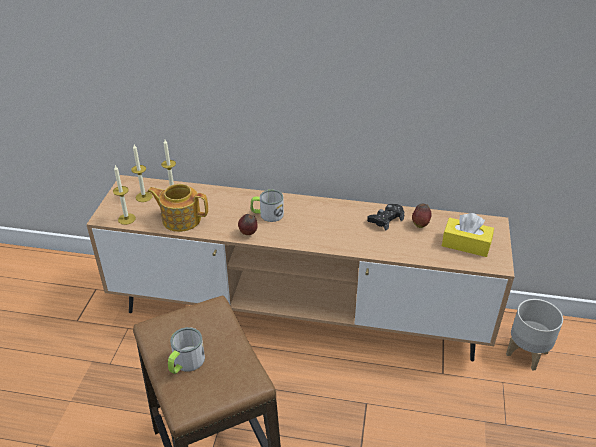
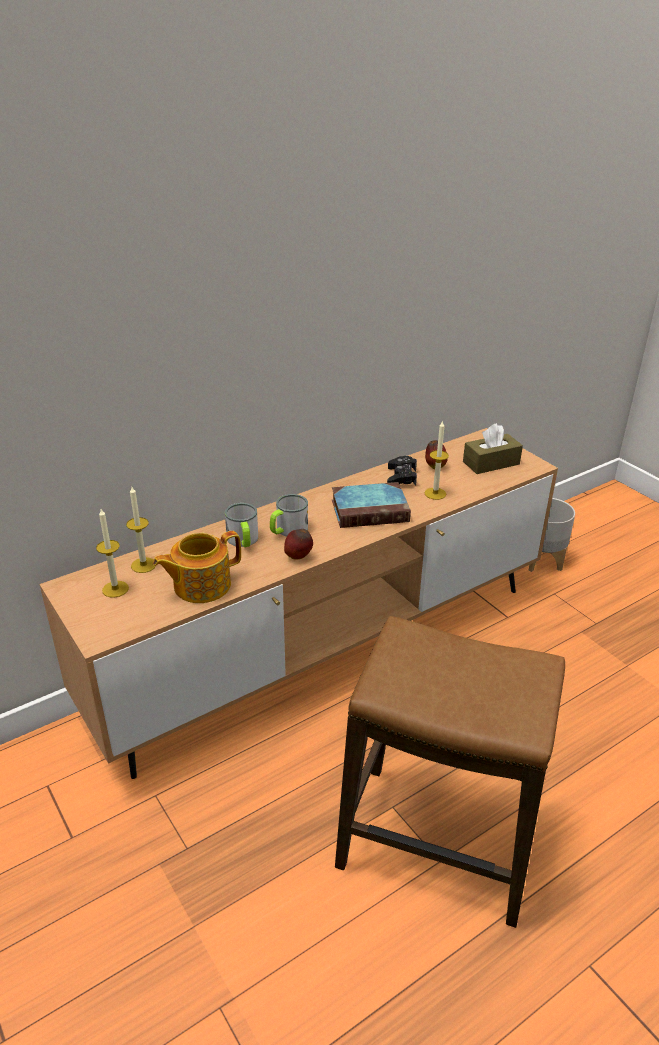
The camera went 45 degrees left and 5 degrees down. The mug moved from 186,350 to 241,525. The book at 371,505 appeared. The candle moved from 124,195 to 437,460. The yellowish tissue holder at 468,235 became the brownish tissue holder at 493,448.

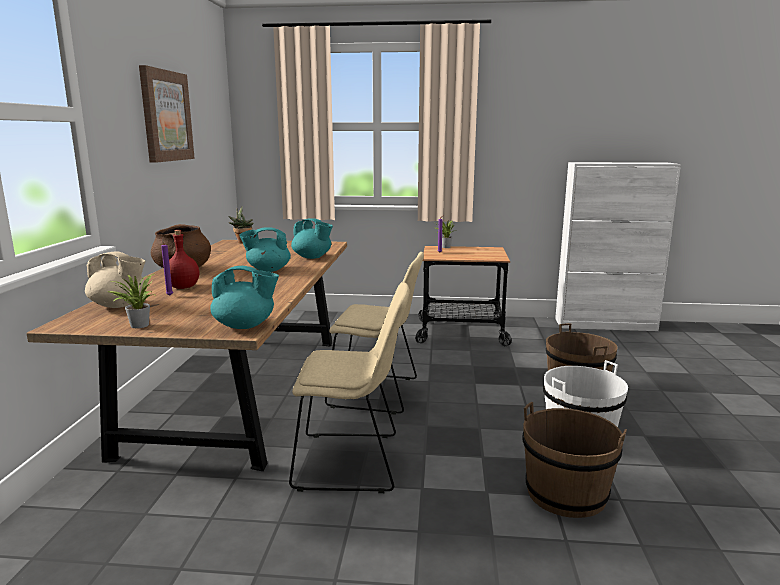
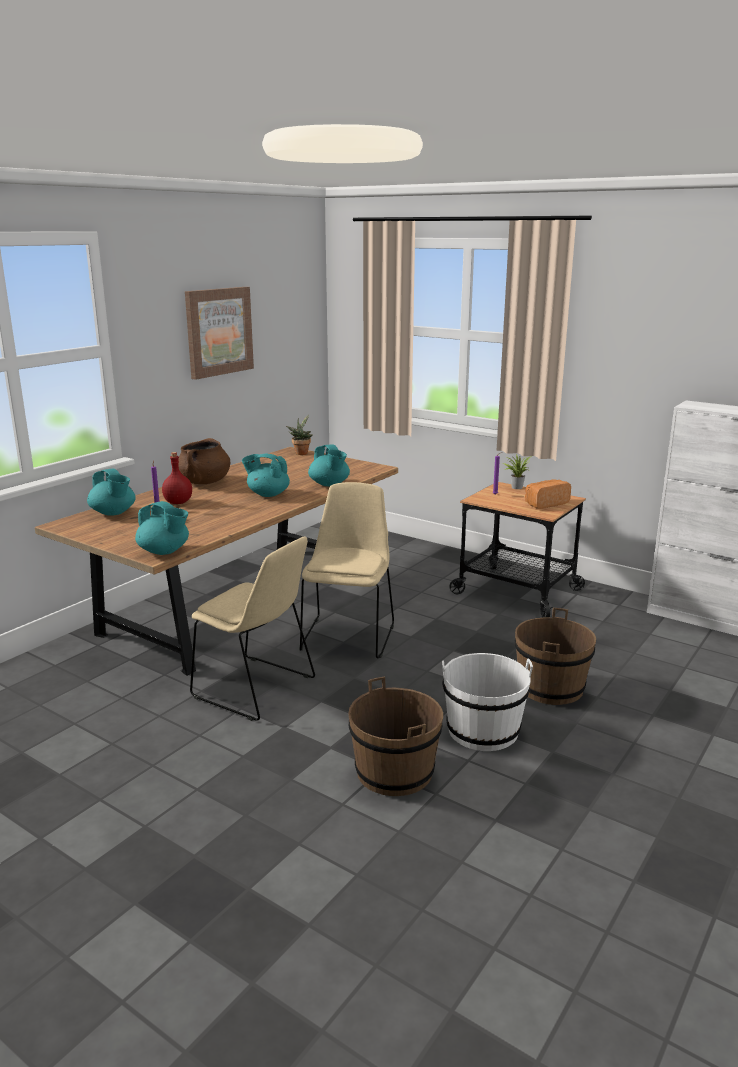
The camera went 30 degrees right and 5 degrees up. The beige-coloured tea pot at 115,279 became the turquoise tea pot at 111,492. The beige-coloured upright chair at 374,333 turned 120 degrees counterclockwise. The baked bread at 548,494 appeared. The potted plant at 131,301 disappeared.

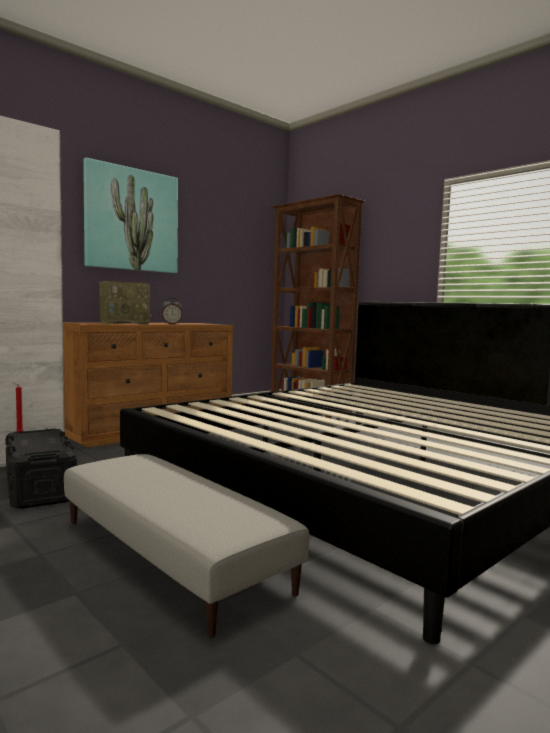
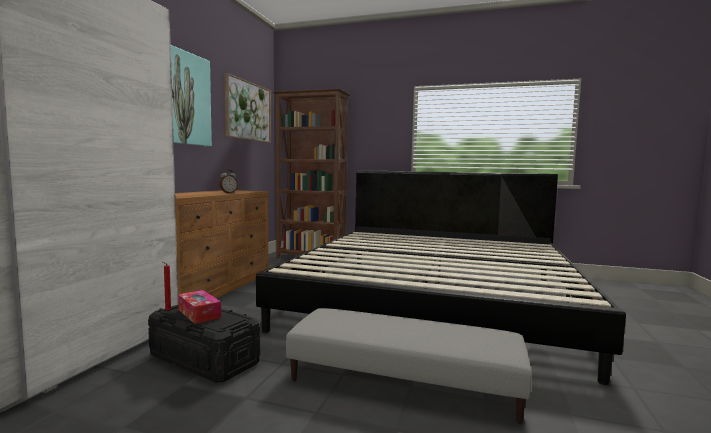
The camera went 30 degrees left and 0 degrees up. The tissue holder at 199,307 appeared. The picture at 248,108 appeared. The radio at 125,302 disappeared.

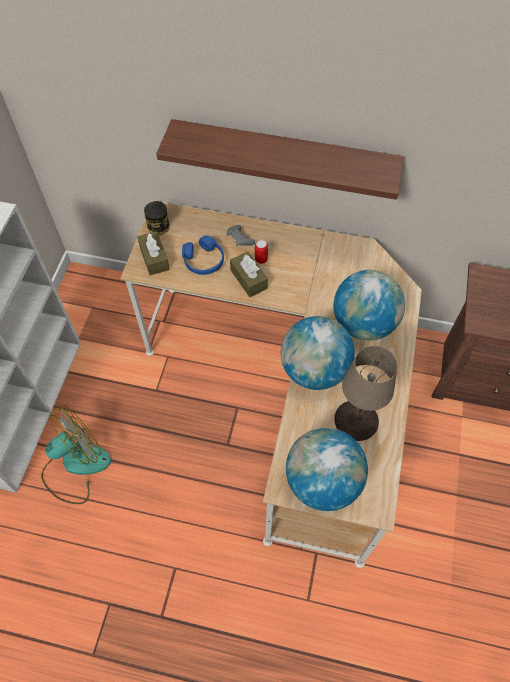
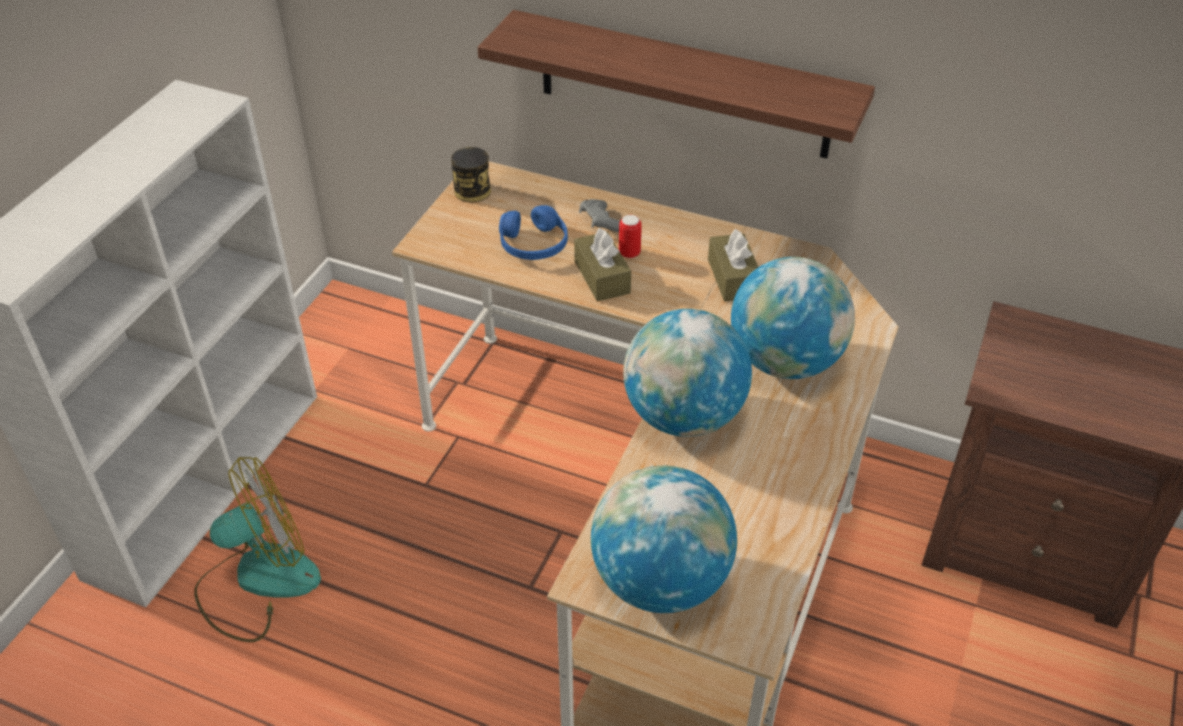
The camera went 10 degrees right and 15 degrees down. The brownish tissue holder moved from 153,253 to 733,265. The beige-coloured lamp for a table at 365,393 disappeared.

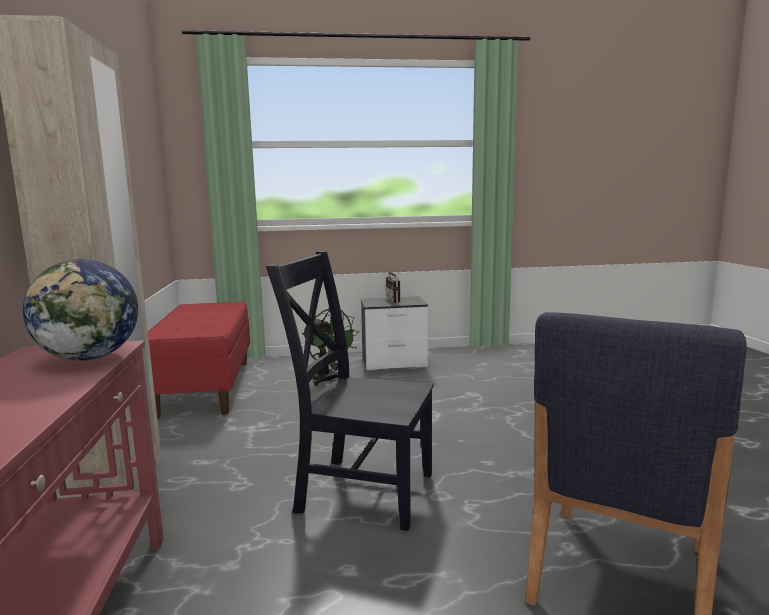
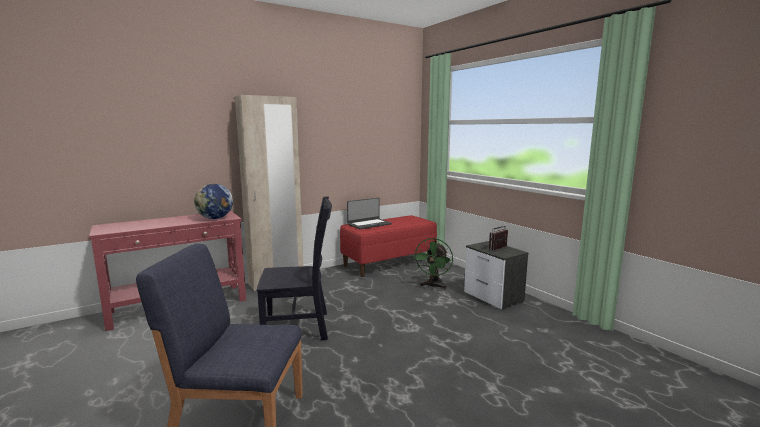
The camera went 65 degrees right and 0 degrees up. The black-coloured upright chair at 350,391 turned 90 degrees clockwise. The laptop at 369,213 appeared.

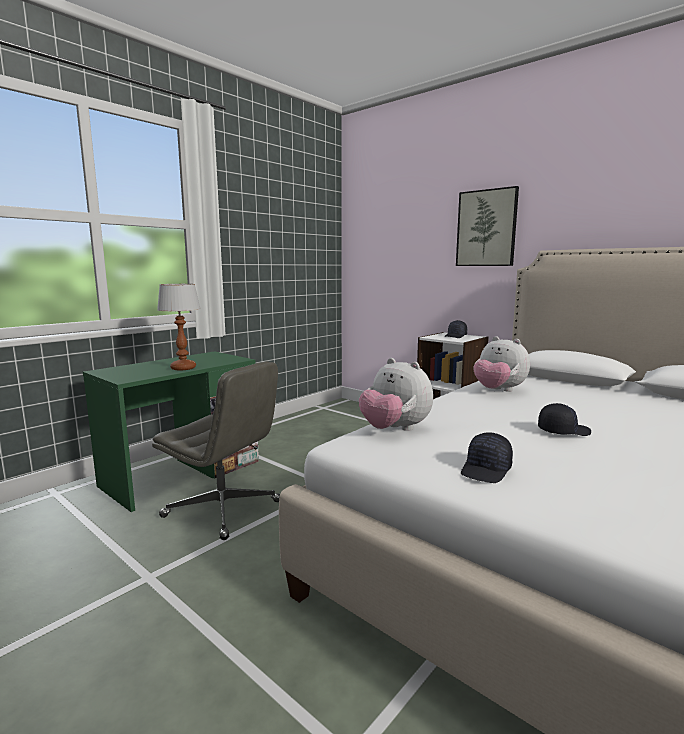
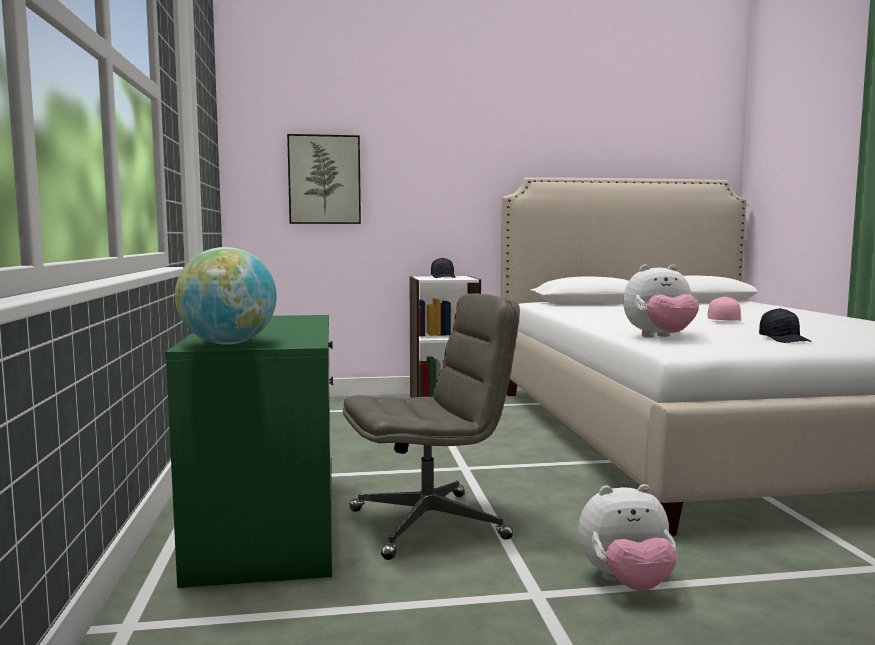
The camera went 50 degrees left and 5 degrees down. The desk globe at 226,296 appeared. The picture moved from 487,226 to 324,179. The plush toy moved from 501,364 to 627,537. The black-coloured peaked cap at 564,419 became the pink-coloured peaked cap at 724,308. The lamp for a table at 179,327 disappeared.

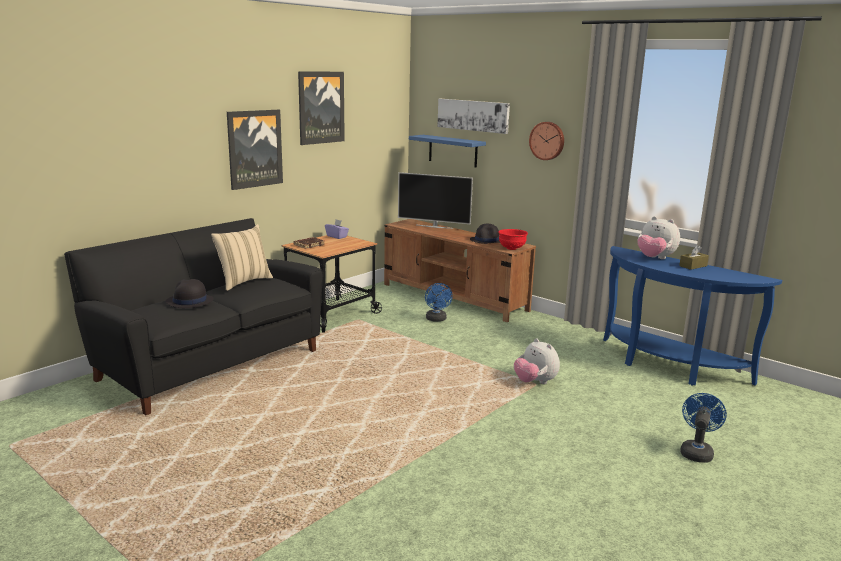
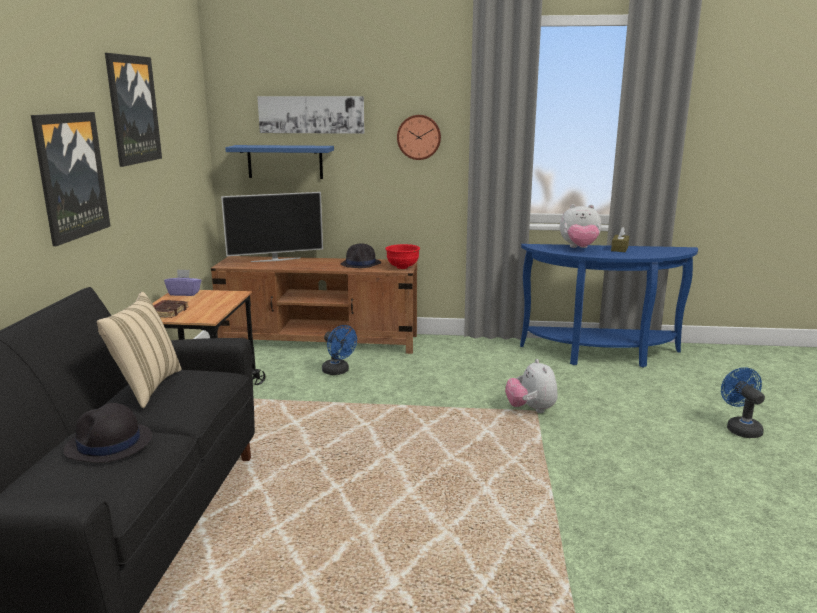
The camera went 35 degrees left and 0 degrees up. The plush toy at 537,361 turned 60 degrees clockwise.

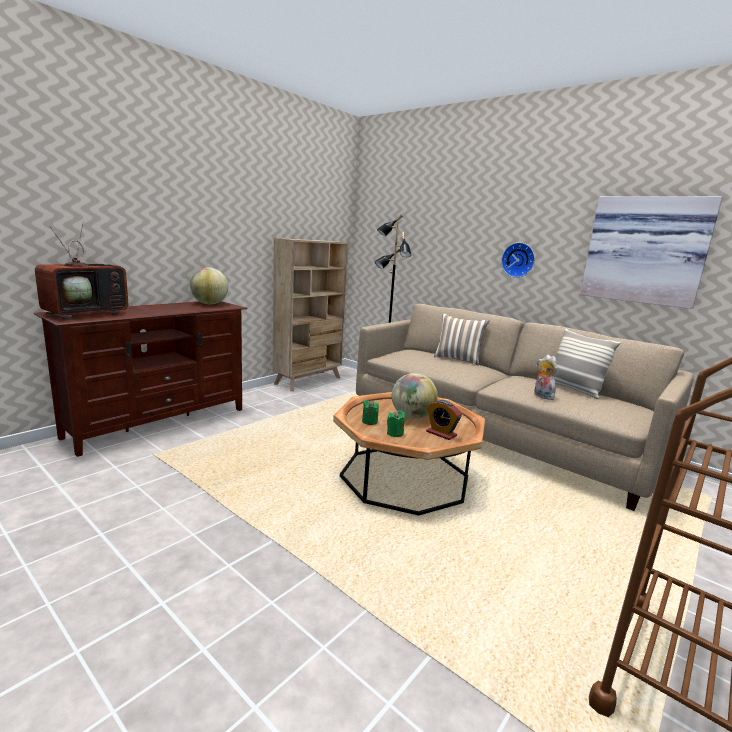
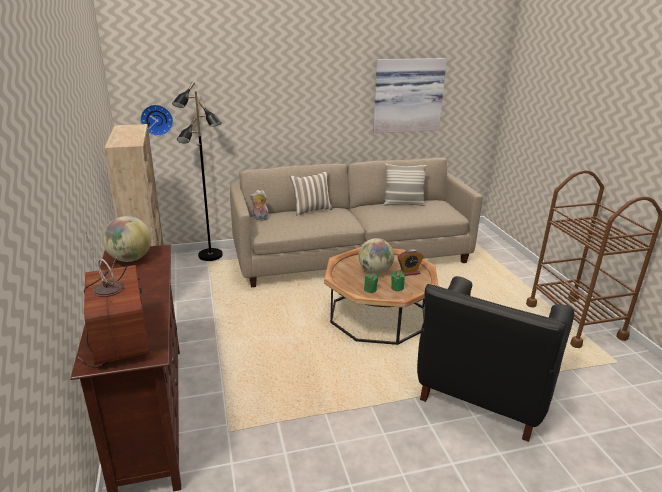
The camera went 55 degrees left and 10 degrees up. The wall clock moved from 518,260 to 156,120. The plush toy moved from 545,377 to 260,205. The black-coloured armchair at 495,359 appeared.

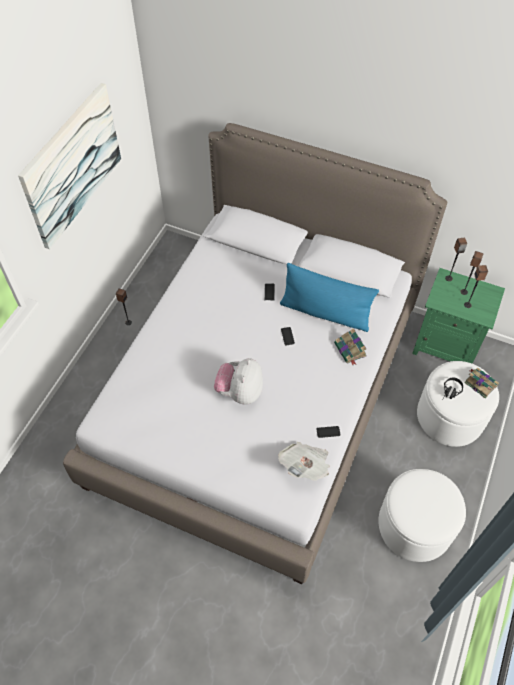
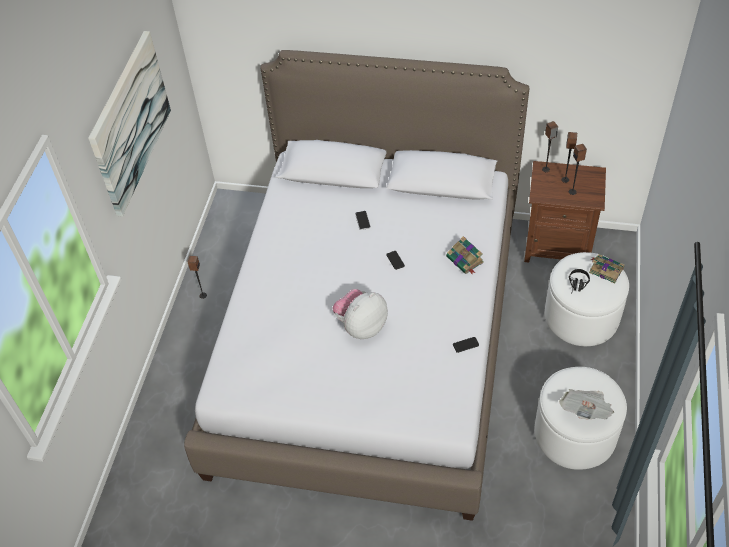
The camera went 10 degrees left and 5 degrees down. The plush toy at 238,381 turned 45 degrees clockwise. The greenish bedside table at 458,316 became the brownish bedside table at 565,212. The newspaper moved from 304,461 to 586,404. The blue cushion at 329,297 disappeared.

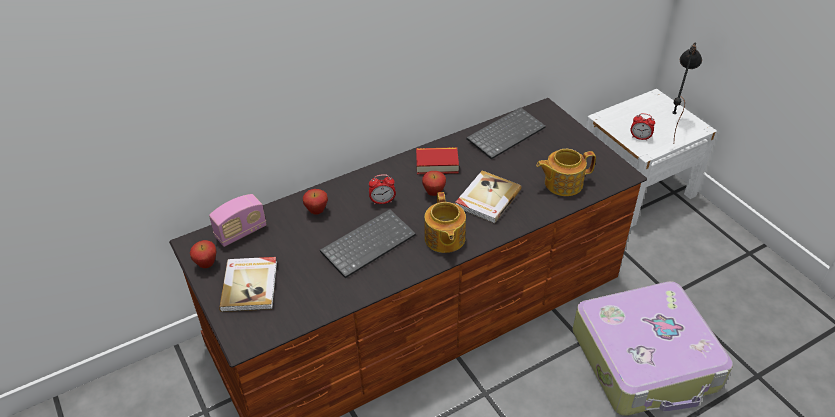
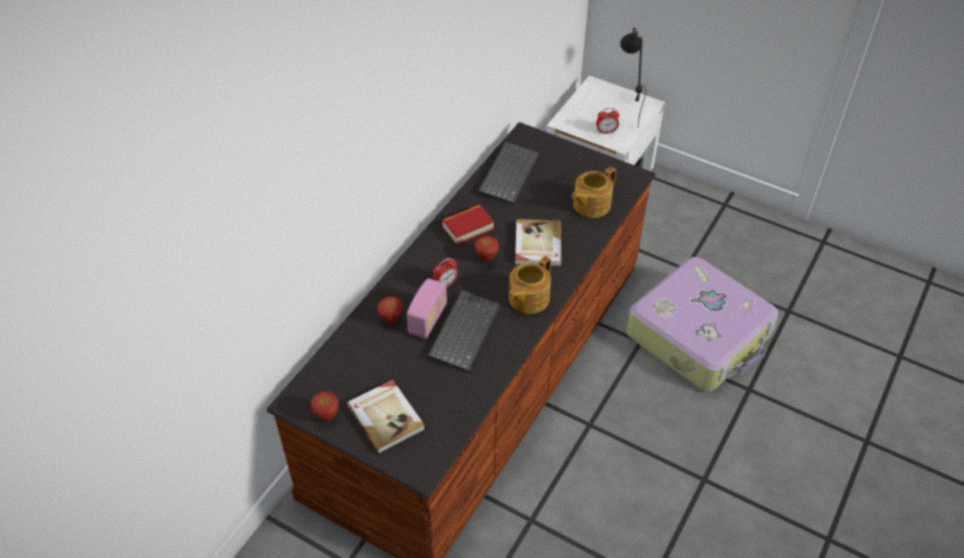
The camera went 30 degrees left and 5 degrees up. The radio moved from 238,220 to 427,308. The tea pot at 445,222 turned 75 degrees clockwise.

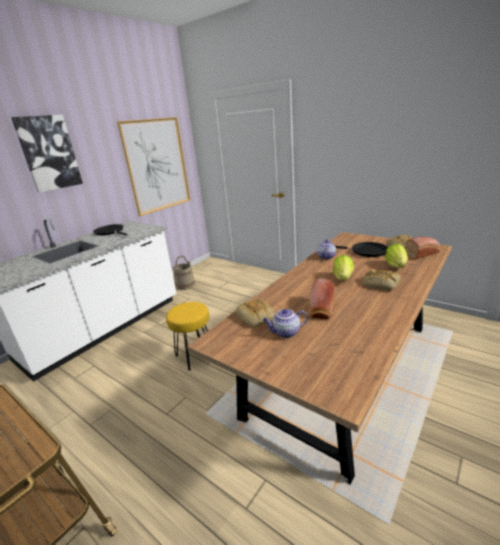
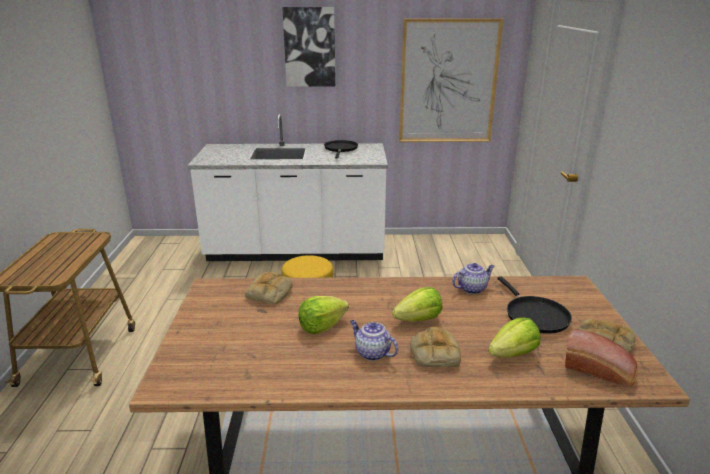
The camera went 50 degrees right and 0 degrees up. The baked bread at 322,298 was replaced by the lettuce at 324,315. The tea pot moved from 285,323 to 374,340. The beige-coloured water bucket at 184,273 disappeared.

